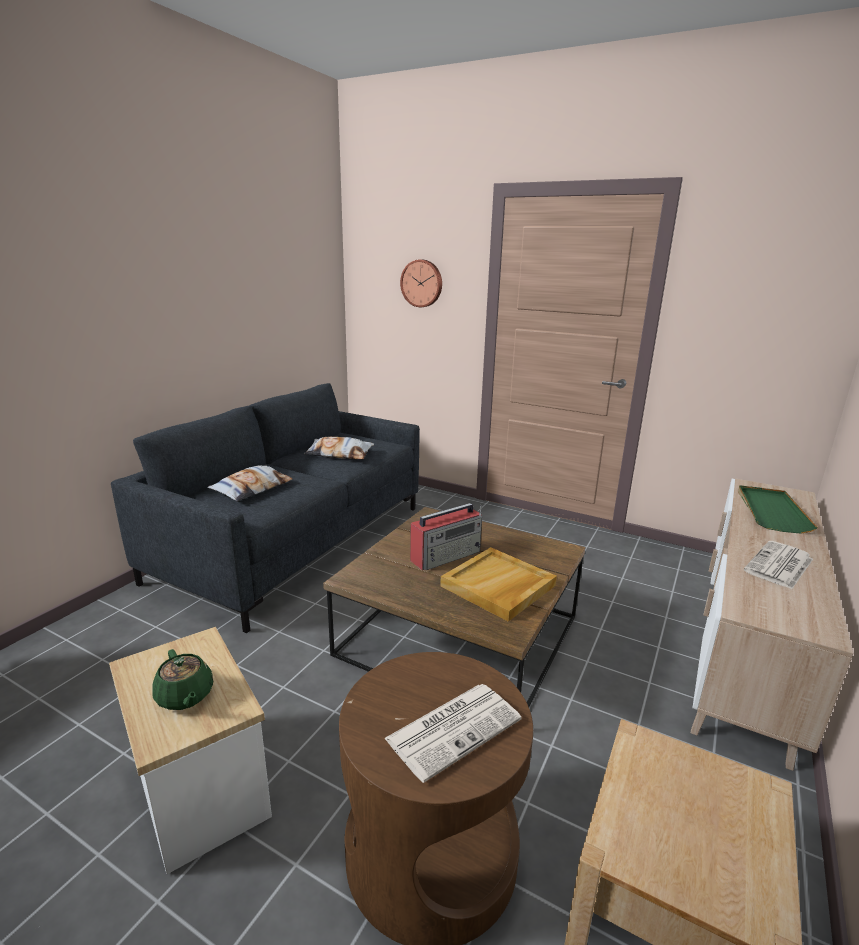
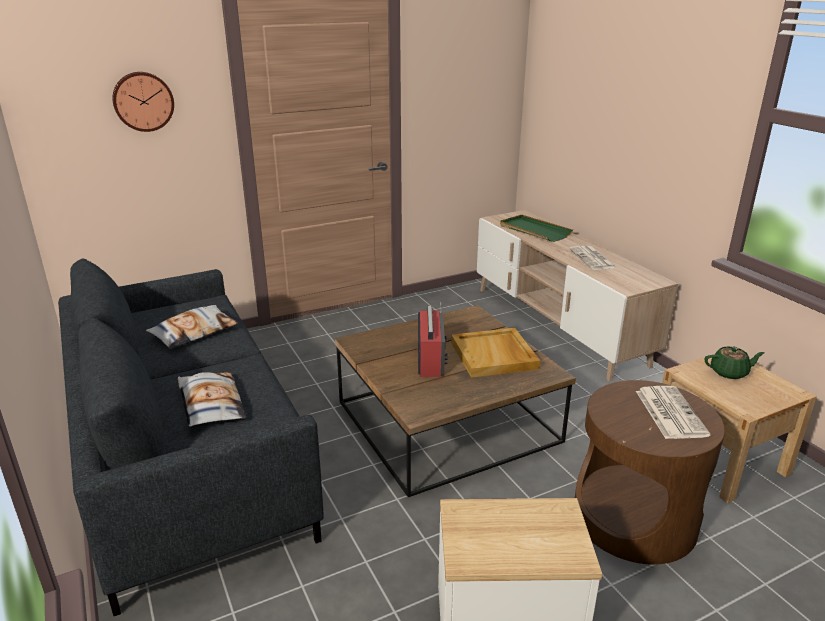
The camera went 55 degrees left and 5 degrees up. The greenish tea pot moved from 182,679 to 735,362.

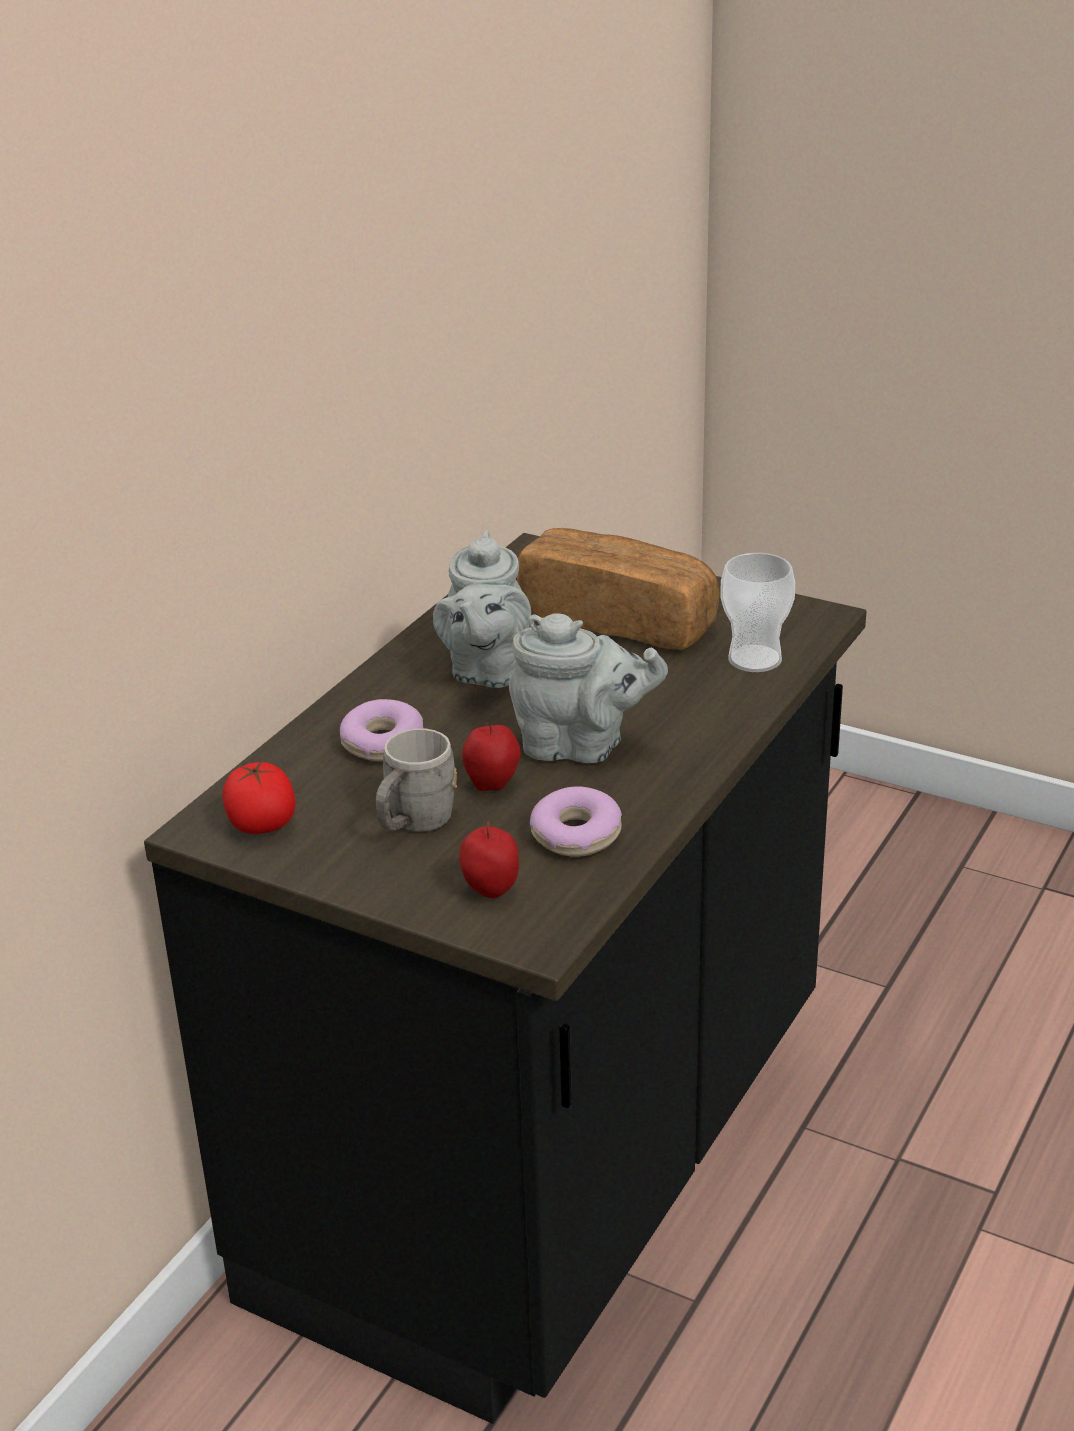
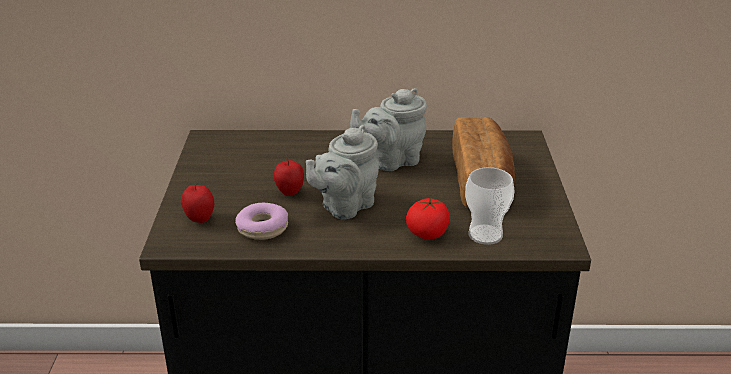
The camera went 60 degrees right and 0 degrees up. The grey tea pot at 588,688 turned 60 degrees clockwise. The tomato moved from 259,797 to 428,218. The donut at 381,730 disappeared. The grey mug at 416,780 disappeared.

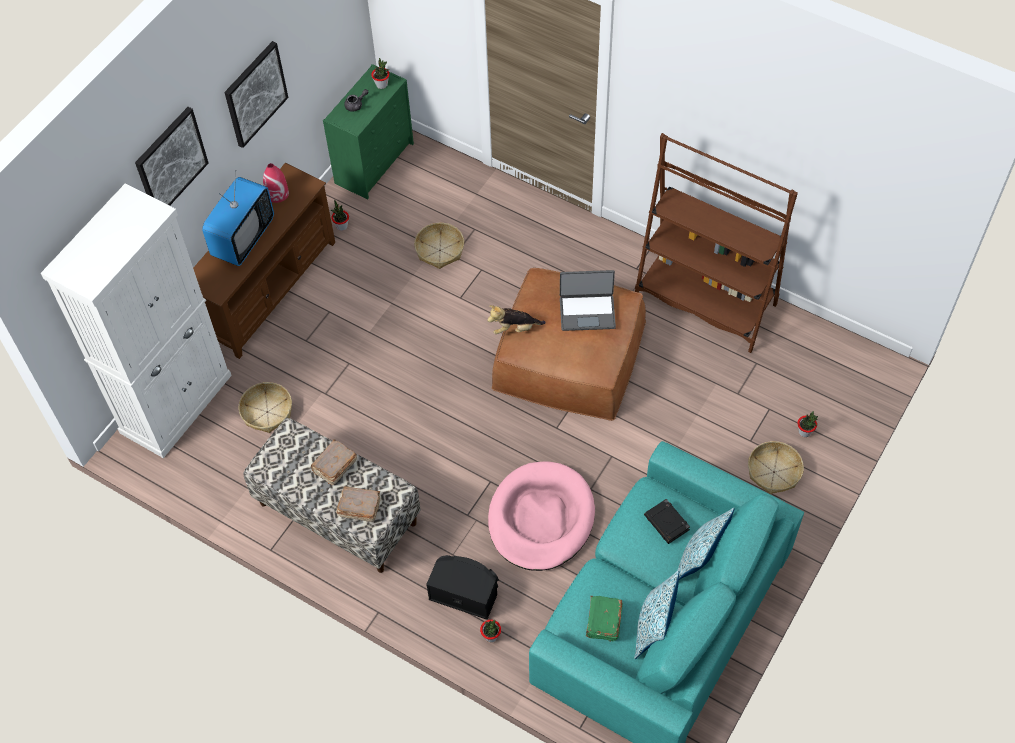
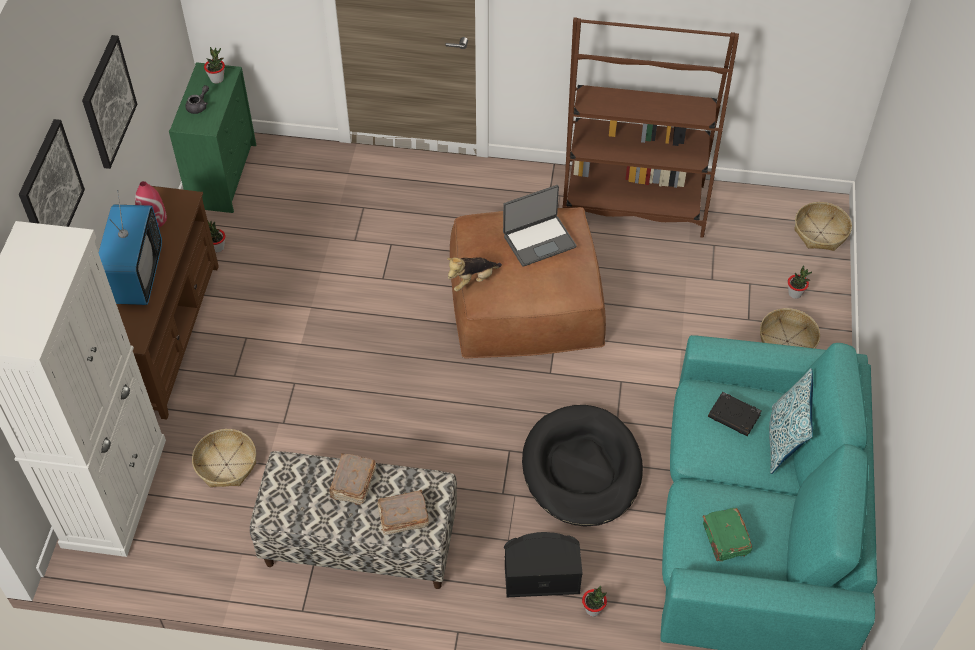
The camera went 25 degrees left and 5 degrees down. The pink-coloured pet bed at 541,516 became the black-coloured pet bed at 582,466. The storage basket moved from 439,246 to 823,226. The cushion at 656,614 disappeared.

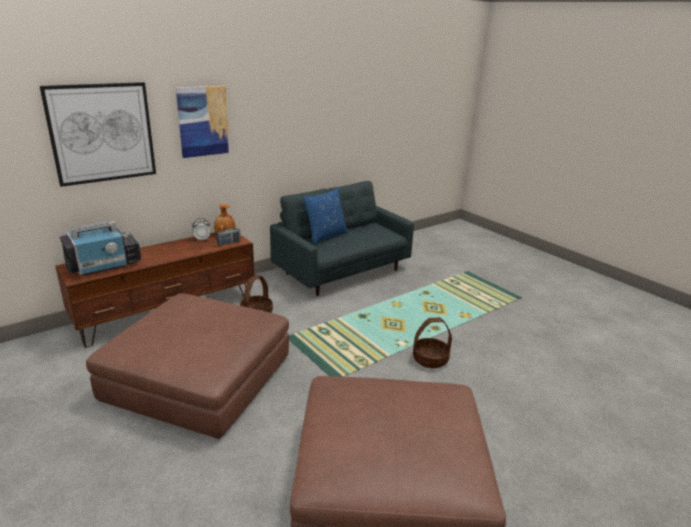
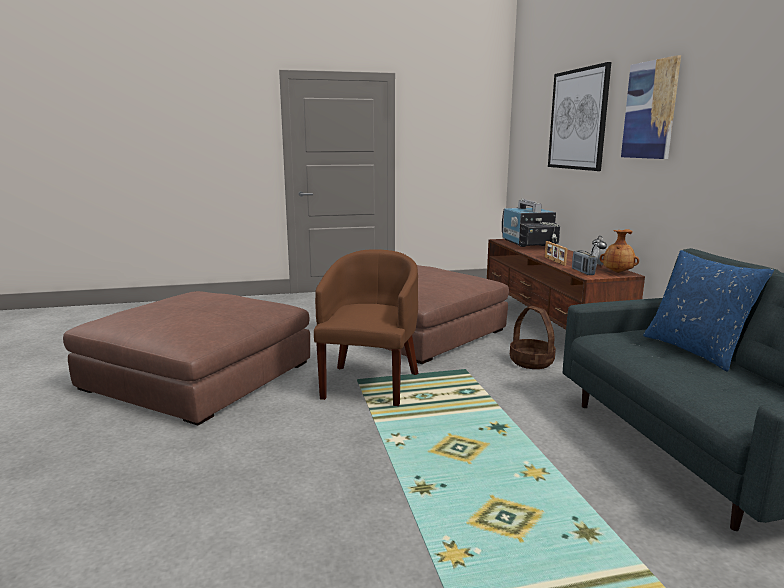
The camera went 115 degrees right and 10 degrees down. The brownish armchair at 366,327 appeared. The photo frame at 556,253 appeared. The storage basket at 432,343 disappeared.

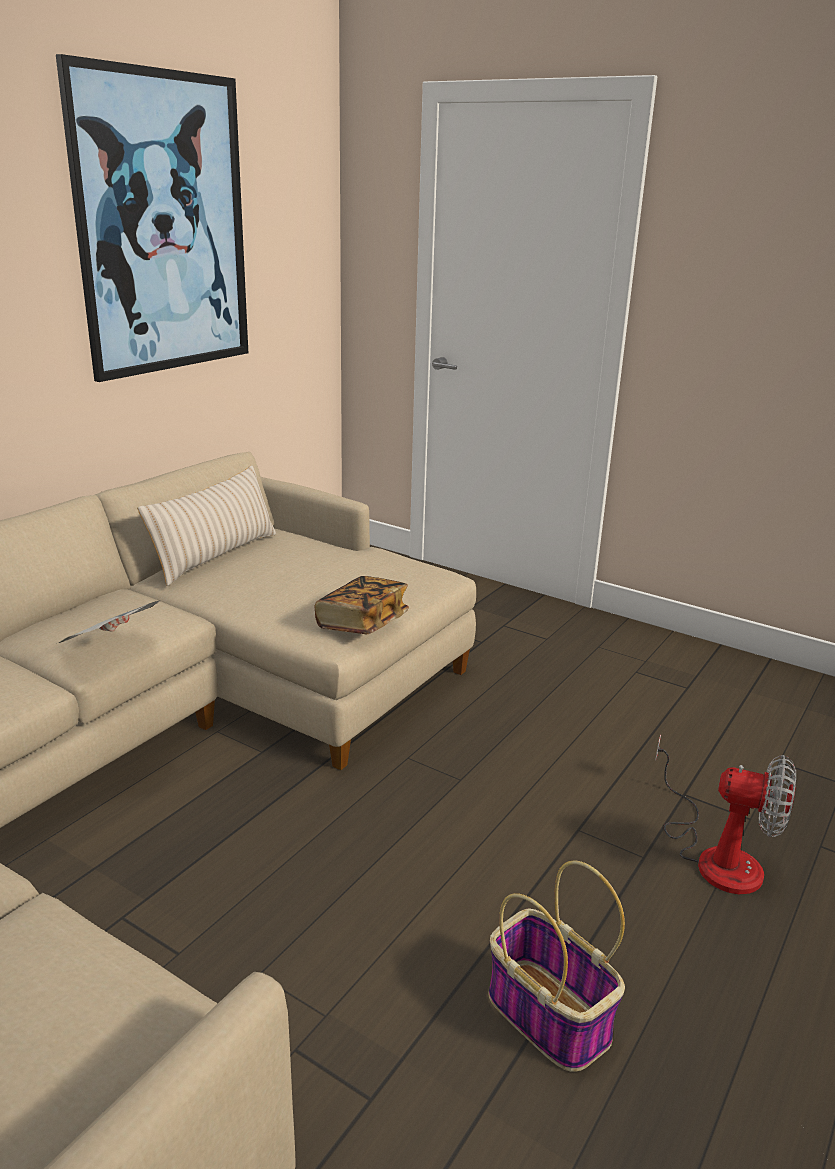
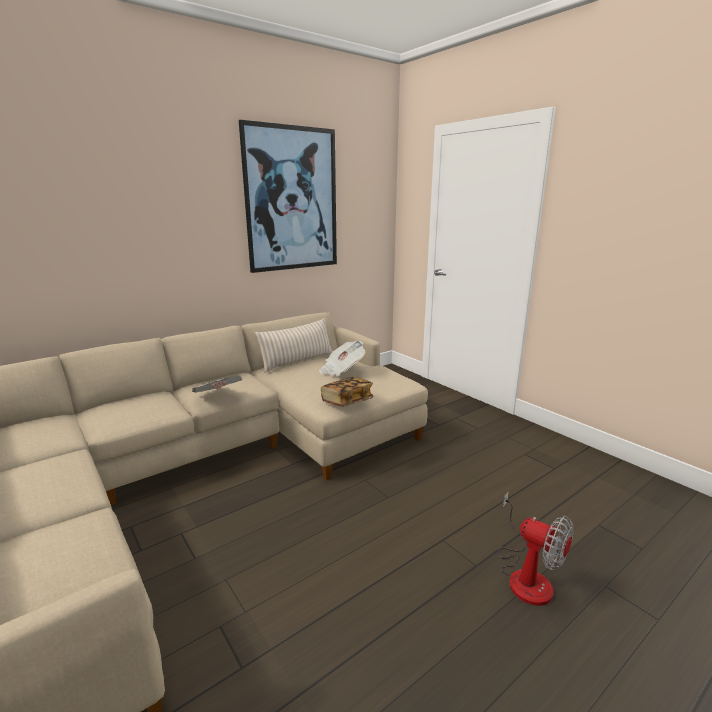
The camera went 20 degrees right and 5 degrees down. The newspaper at 342,358 appeared. The storage basket at 557,966 disappeared.

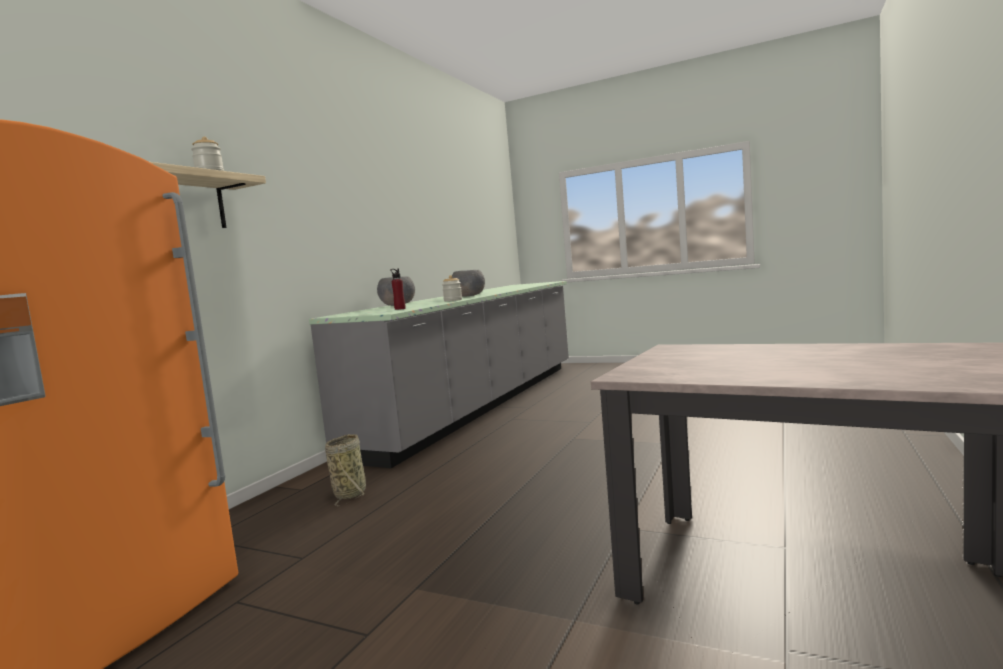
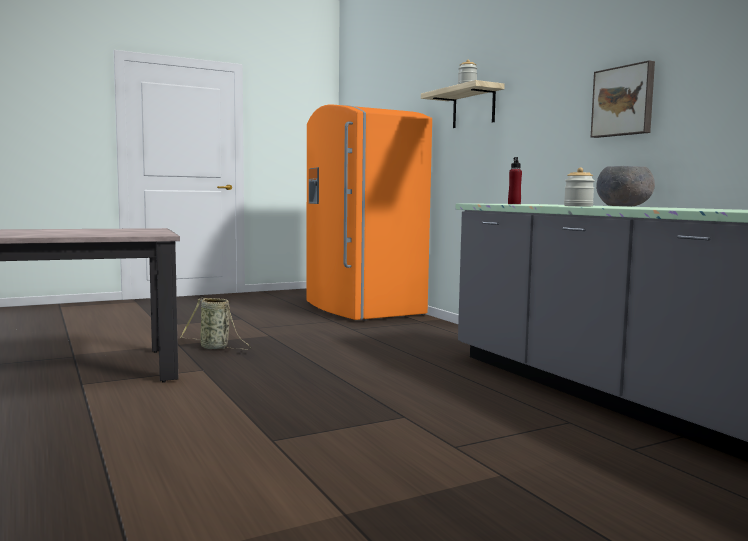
The camera went 125 degrees right and 0 degrees up. The storage basket moved from 345,470 to 215,324. The picture at 623,99 appeared. The grey bowl at 468,283 disappeared.

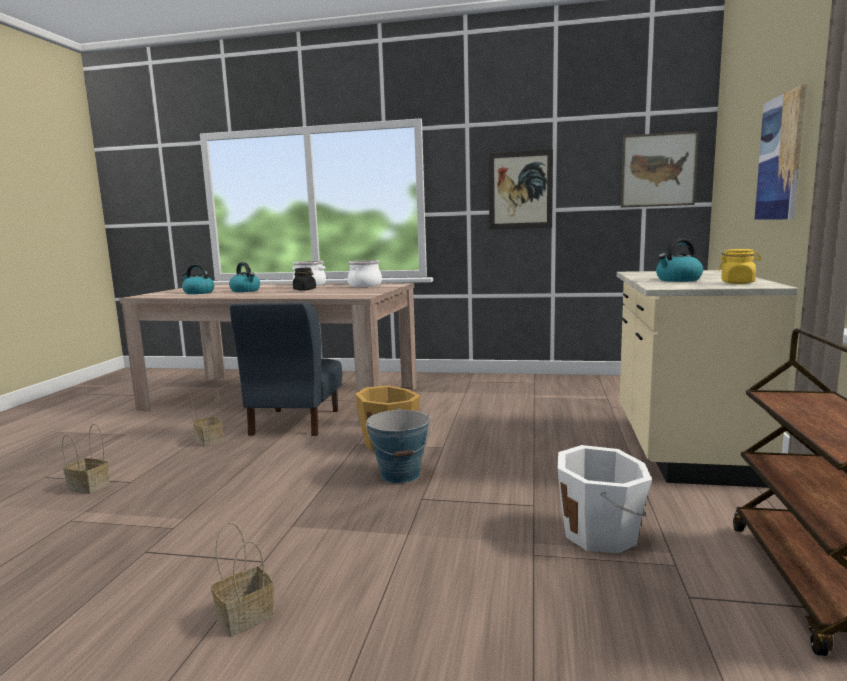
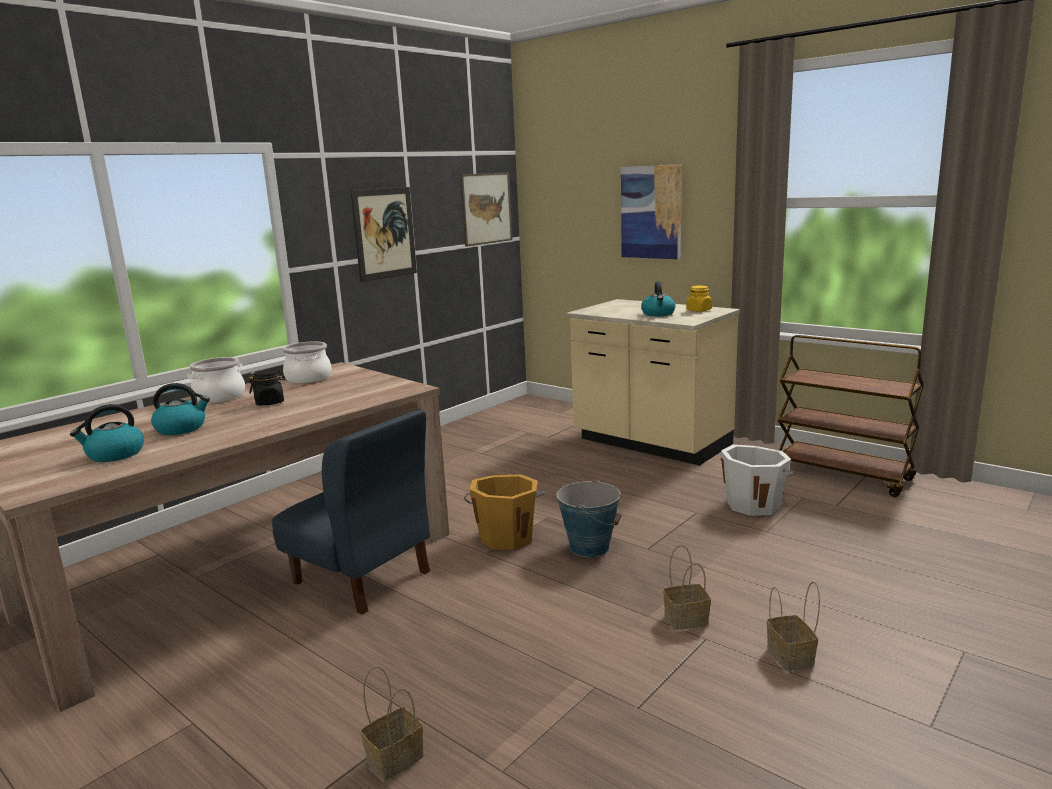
The camera went 60 degrees left and 5 degrees up. The storage basket moved from 206,418 to 687,587.

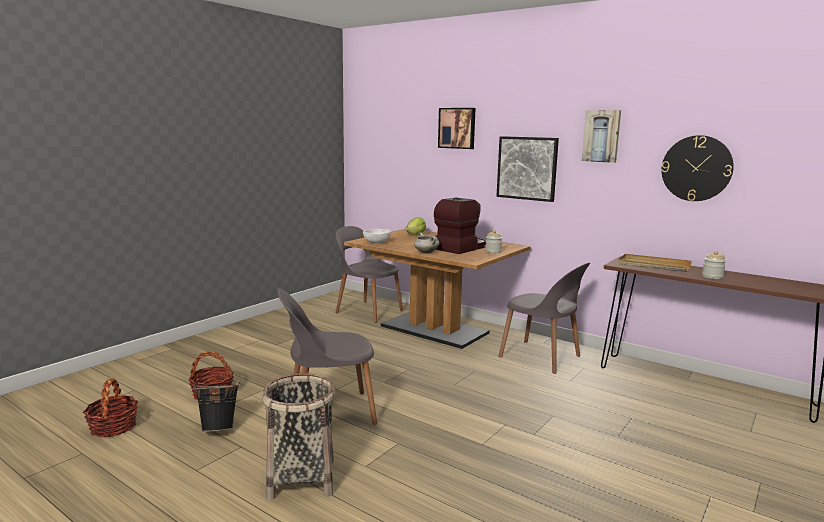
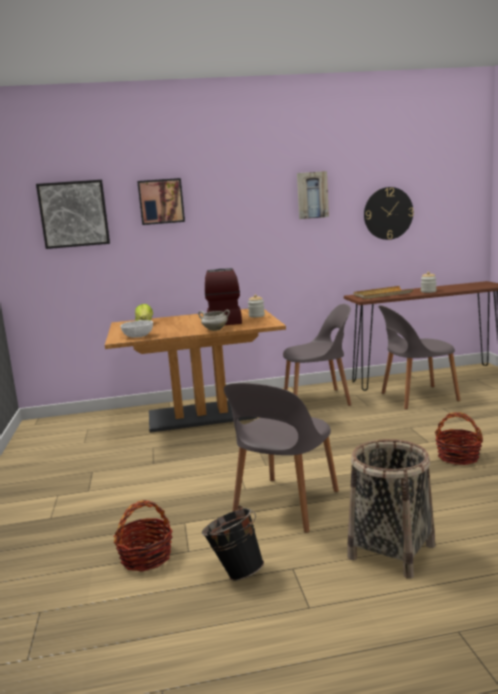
The camera went 45 degrees left and 0 degrees up. The picture moved from 527,169 to 73,214. The grey upright chair moved from 369,274 to 419,357. The storage basket moved from 111,407 to 459,438.

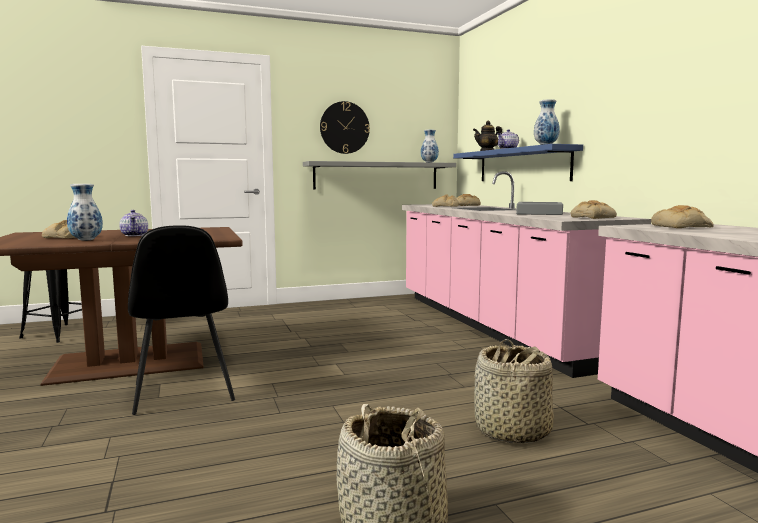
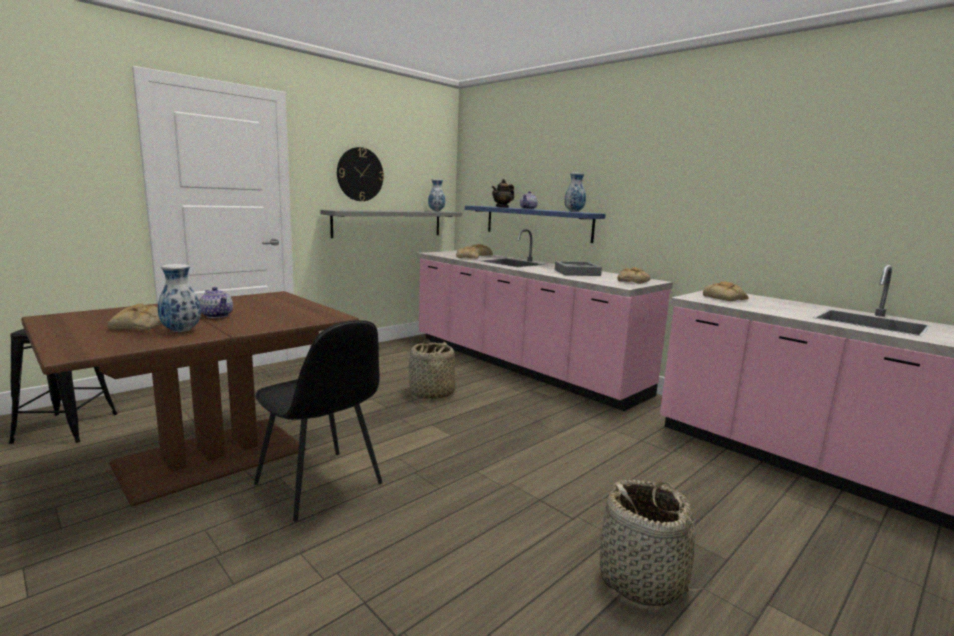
The camera went 25 degrees left and 5 degrees up. The storage basket moved from 514,391 to 432,369.

